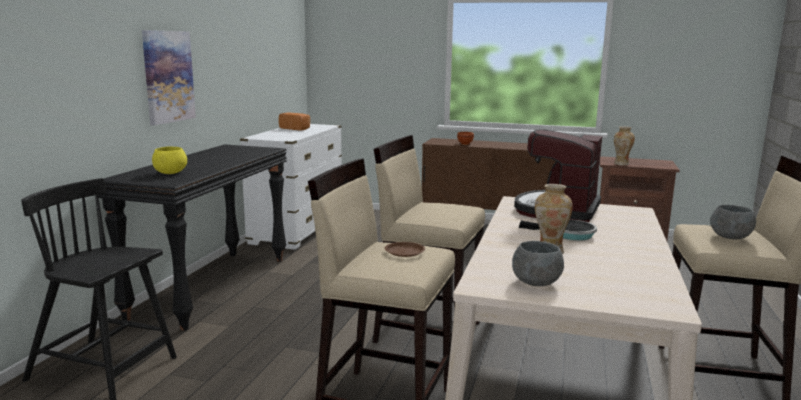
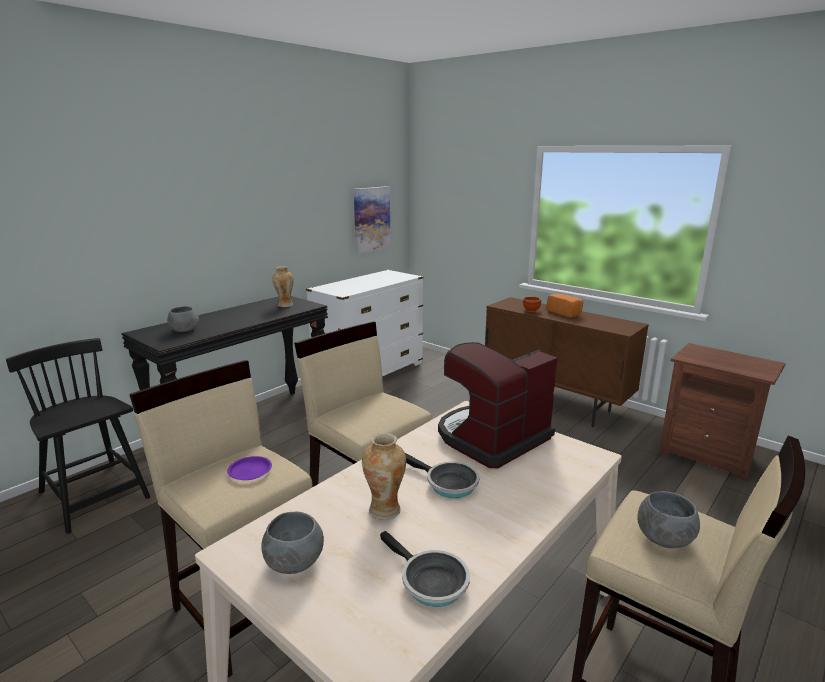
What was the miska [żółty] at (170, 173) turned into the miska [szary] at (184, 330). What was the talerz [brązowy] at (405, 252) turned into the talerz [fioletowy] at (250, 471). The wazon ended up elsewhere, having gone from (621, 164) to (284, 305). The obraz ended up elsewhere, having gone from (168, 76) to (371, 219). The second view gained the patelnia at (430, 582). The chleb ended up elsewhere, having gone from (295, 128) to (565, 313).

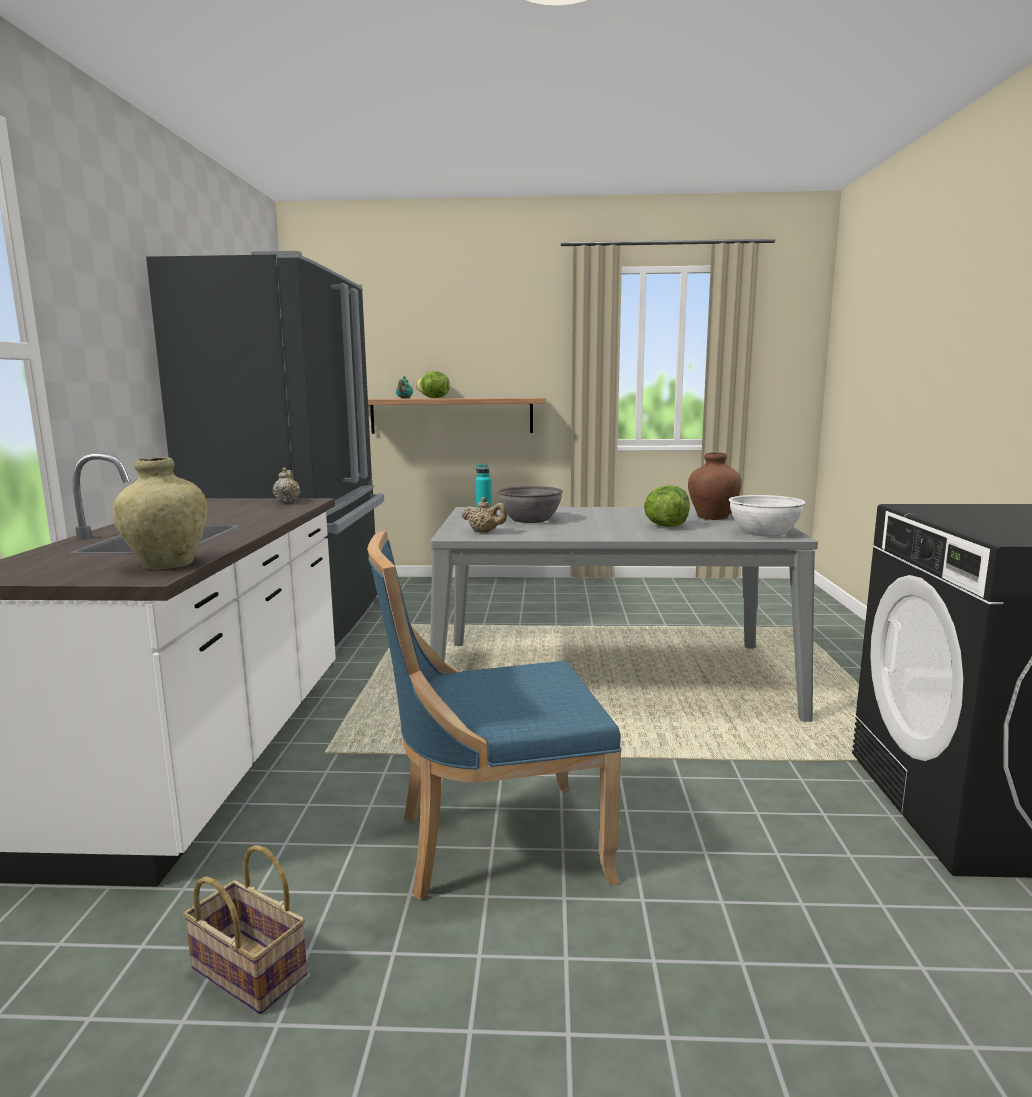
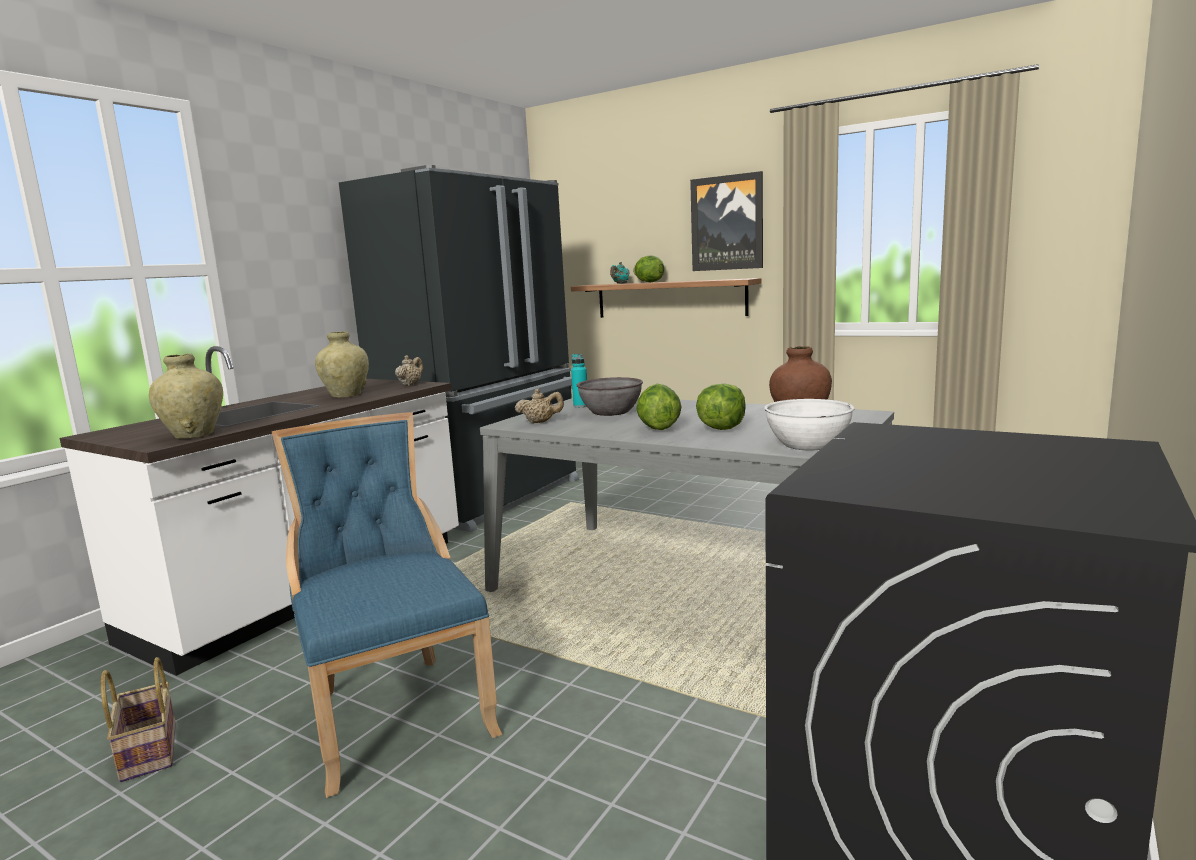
The krzesło [niebieski] at (493, 843) ended up facing another way, 45 degrees clockwise from before. The second view gained the wazon [beżowy] at (346, 395). The imbryk [beżowy] at (484, 532) ended up facing another way, 60 degrees counterclockwise from before. The second view gained the sałata at (658, 428). The second view gained the obraz at (727, 223).

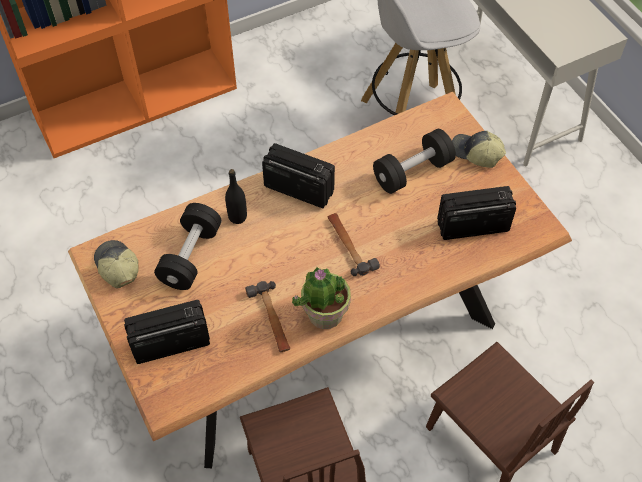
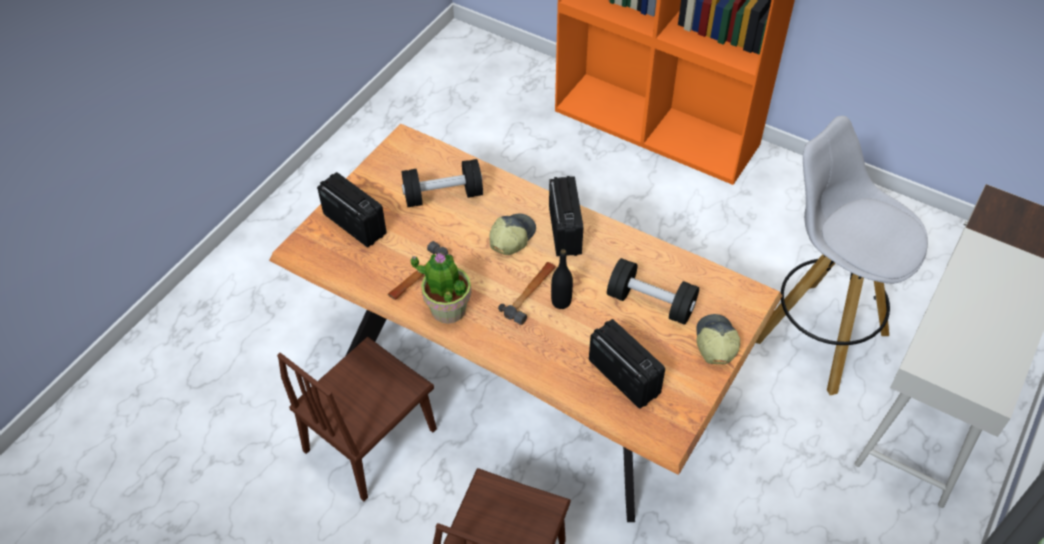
The czapka z daszkiem ended up elsewhere, having gone from (117, 267) to (511, 237). The butelka [czarny] ended up elsewhere, having gone from (237, 217) to (561, 302).

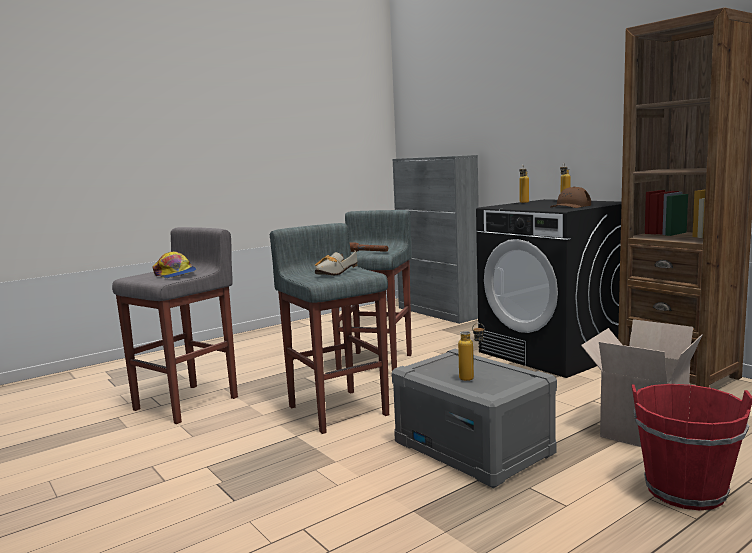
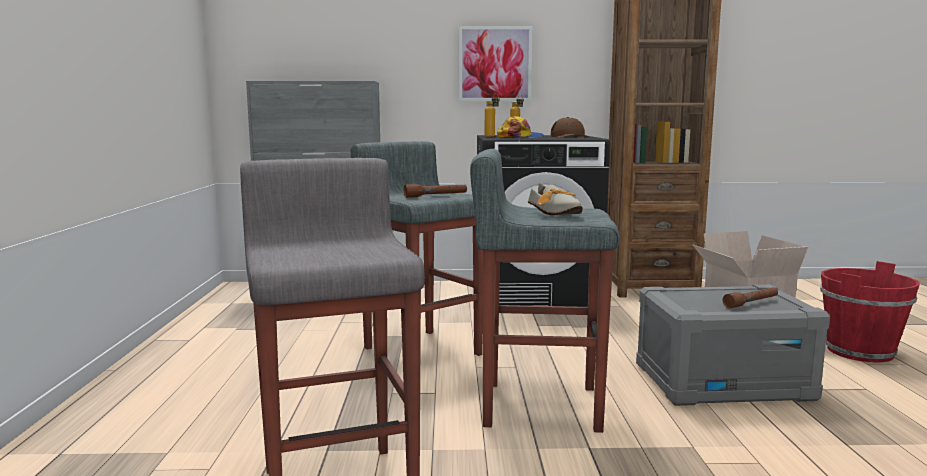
The second view gained the obraz at (495, 64). The czapka z daszkiem ended up elsewhere, having gone from (175, 274) to (520, 137). Where the butelka stood at (472, 379), the latarka [brązowy] came to stand at (751, 303).

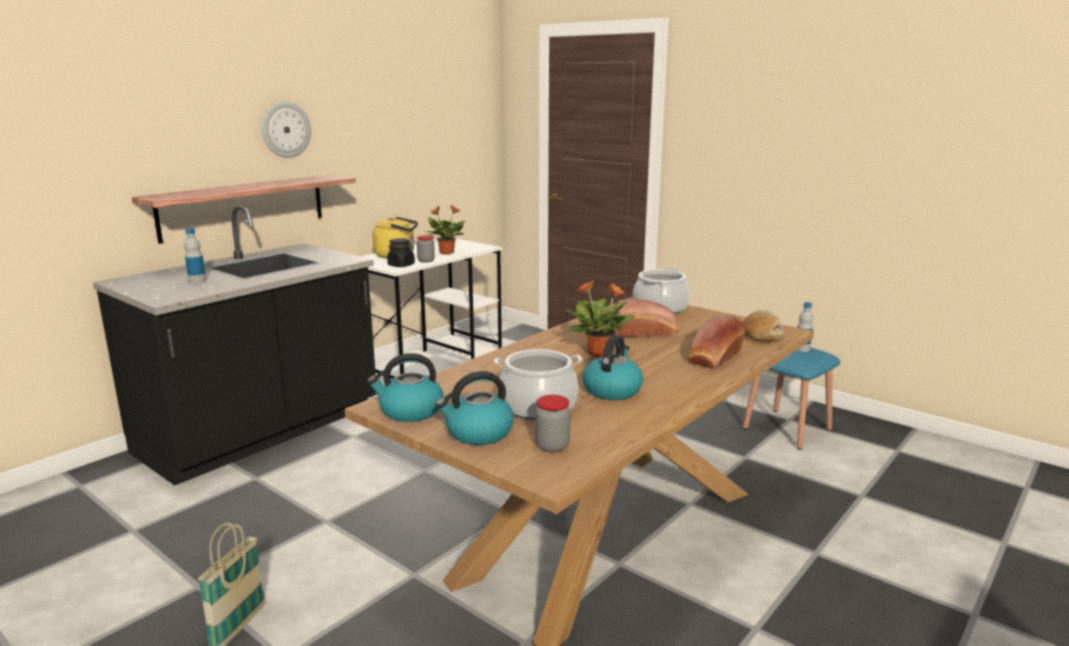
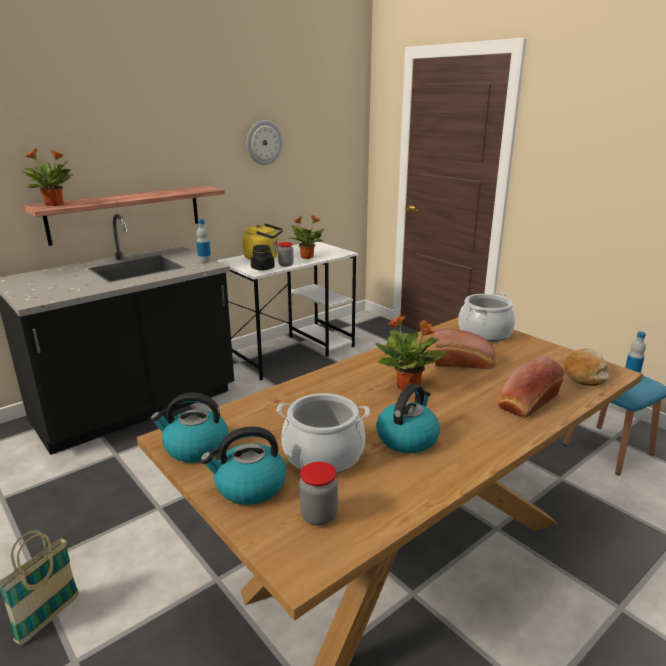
The second view gained the roślina doniczkowa at (55, 204). The butelka ended up elsewhere, having gone from (197, 281) to (204, 261). The zegar ścienny ended up elsewhere, having gone from (285, 130) to (264, 142).

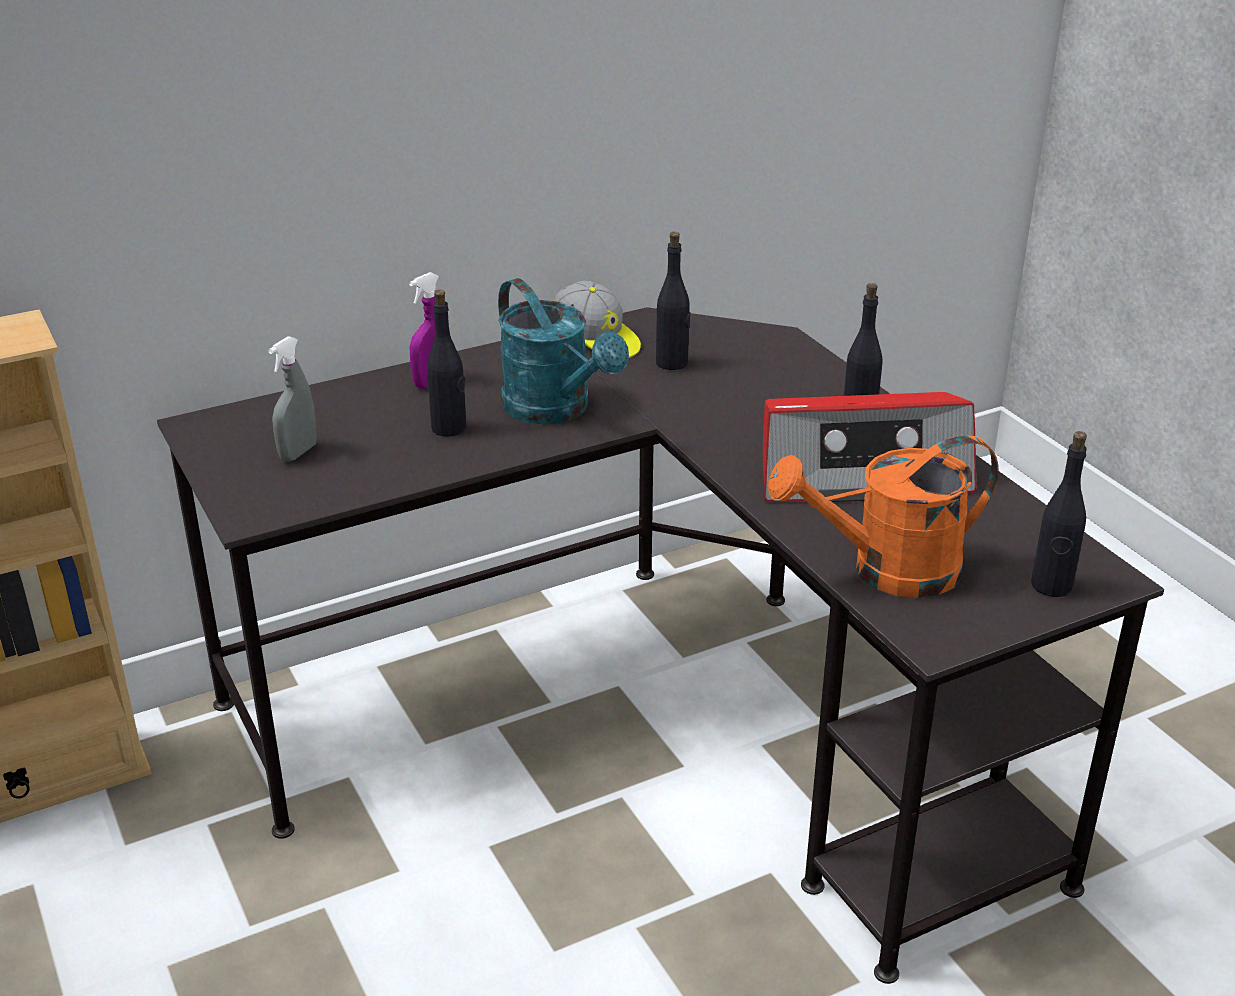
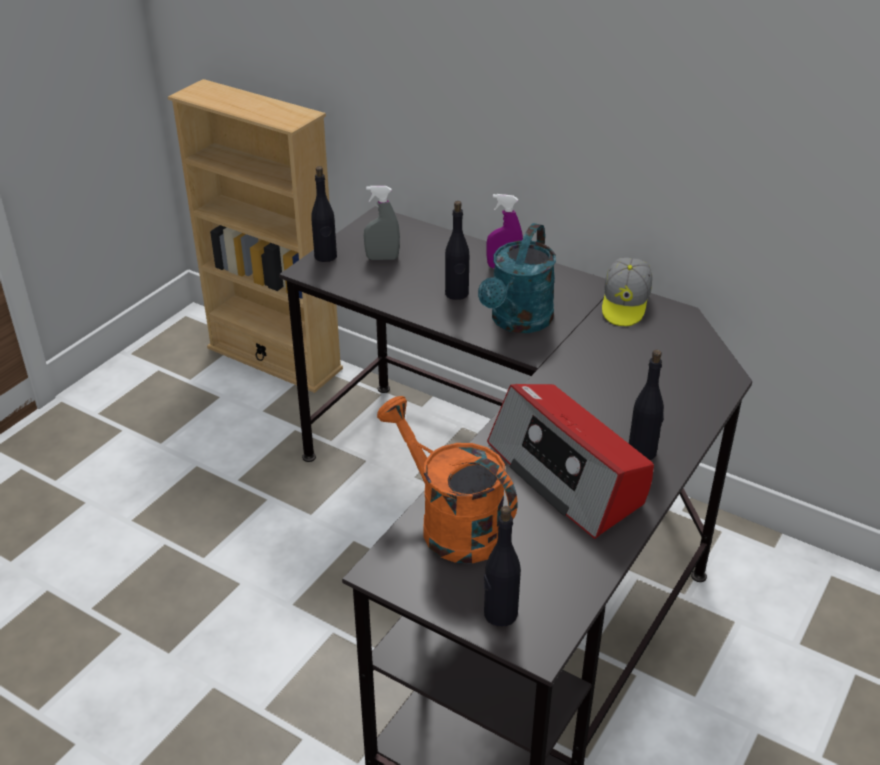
The butelka [czarny] ended up elsewhere, having gone from (672, 363) to (325, 256).

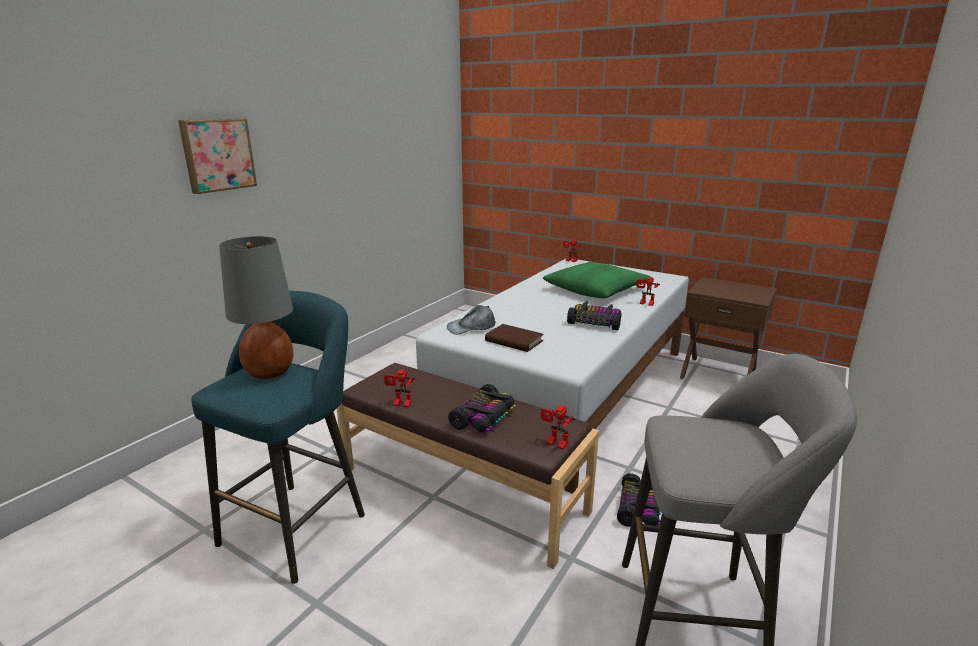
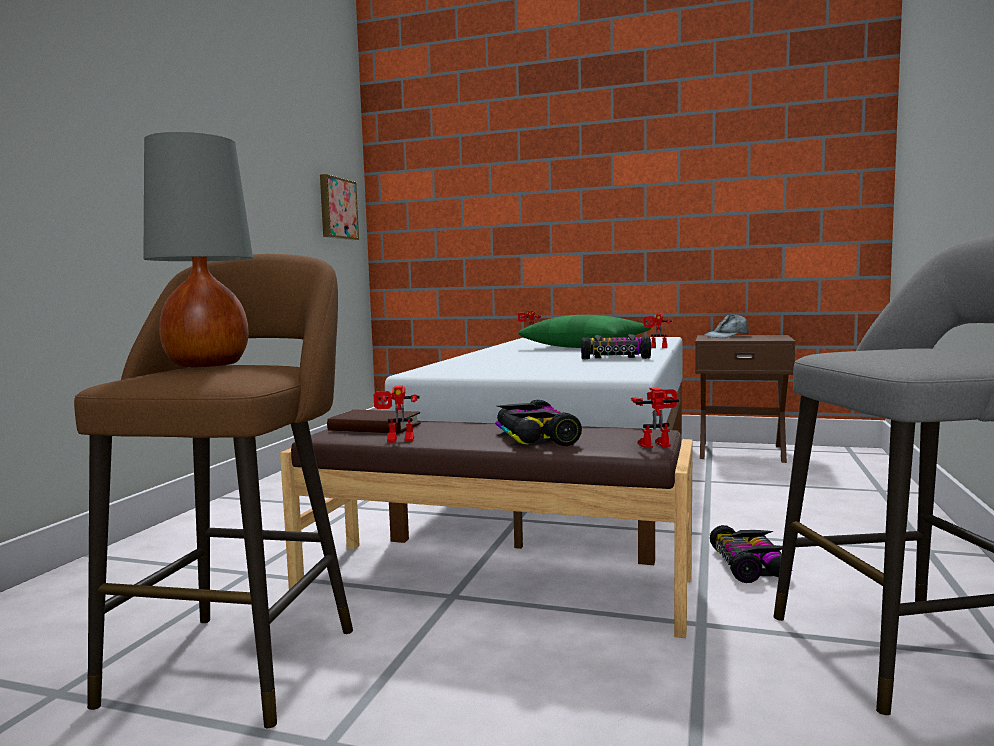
What was the stołek [turkusowy] at (299, 524) turned into the stołek [brązowy] at (241, 658). The obraz ended up elsewhere, having gone from (217, 155) to (337, 208). The książka [brązowy] ended up elsewhere, having gone from (514, 341) to (374, 427). The samochodzik at (484, 418) ended up facing another way, 150 degrees clockwise from before. The robot zabawkowy at (554, 444) ended up facing another way, 150 degrees clockwise from before. The czapka z daszkiem [szary] ended up elsewhere, having gone from (471, 327) to (727, 336).

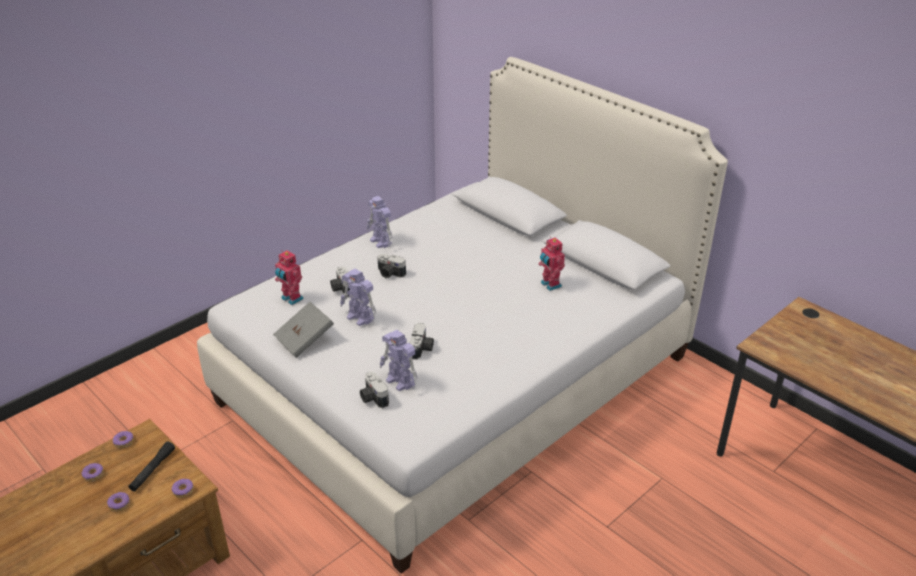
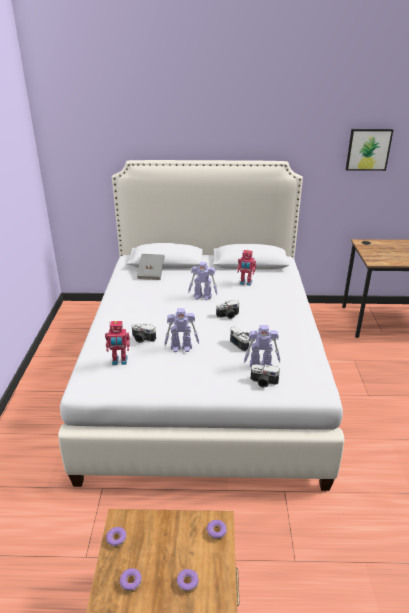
The książka [szary] ended up elsewhere, having gone from (305, 340) to (151, 273). The robot zabawkowy ended up elsewhere, having gone from (381, 242) to (203, 296). The aparat fotograficzny ended up elsewhere, having gone from (389, 274) to (228, 316). The second view gained the obraz at (368, 149). The second view lost the latarka [czarny] at (152, 470).

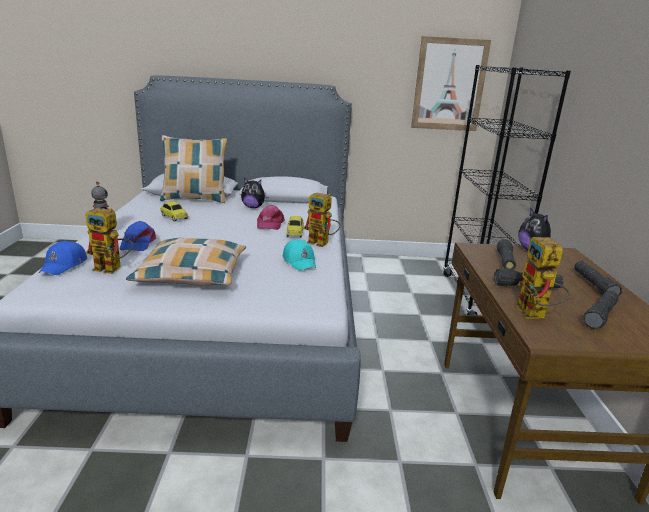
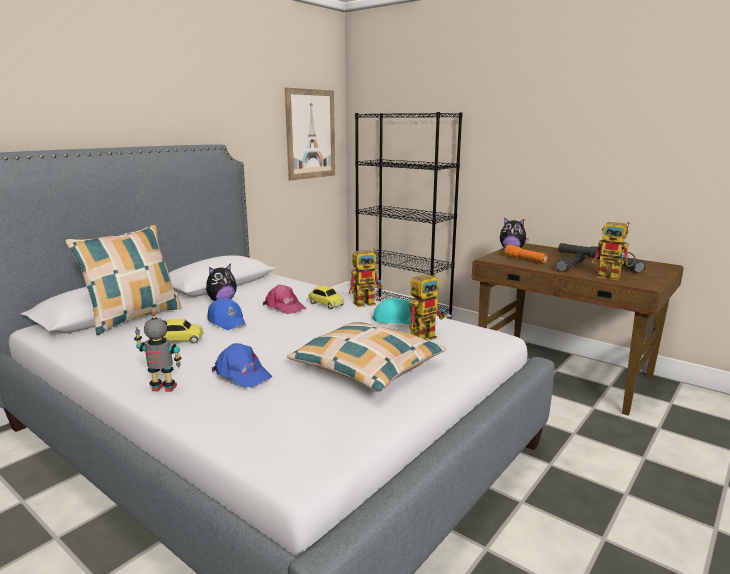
The czapka z daszkiem [niebieski] ended up elsewhere, having gone from (64, 265) to (227, 321). The robot zabawkowy ended up elsewhere, having gone from (113, 269) to (425, 335). What was the latarka [czarny] at (505, 262) turned into the latarka [pomarańczowy] at (525, 260).

